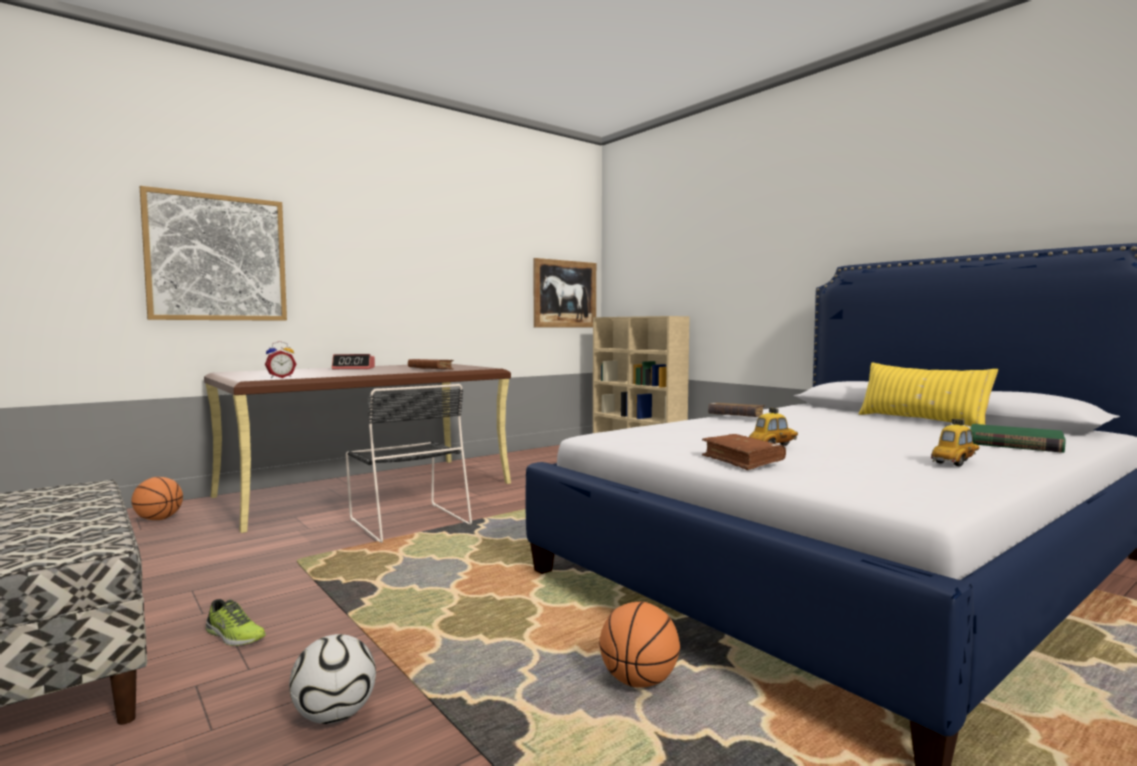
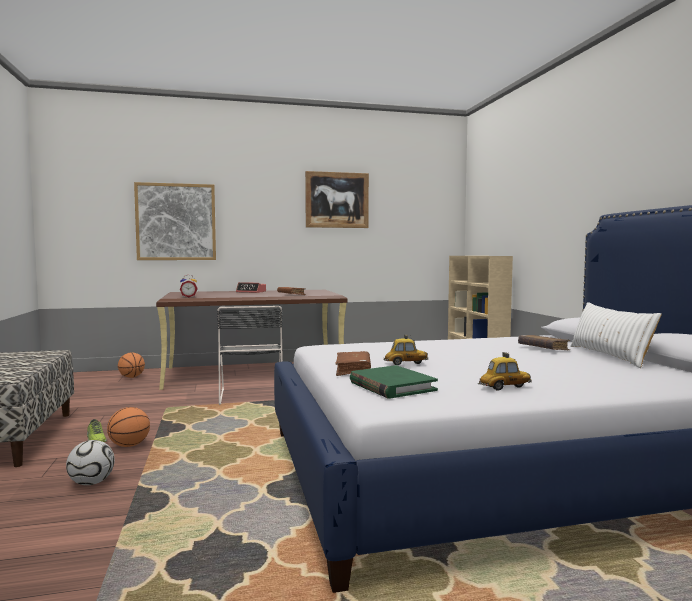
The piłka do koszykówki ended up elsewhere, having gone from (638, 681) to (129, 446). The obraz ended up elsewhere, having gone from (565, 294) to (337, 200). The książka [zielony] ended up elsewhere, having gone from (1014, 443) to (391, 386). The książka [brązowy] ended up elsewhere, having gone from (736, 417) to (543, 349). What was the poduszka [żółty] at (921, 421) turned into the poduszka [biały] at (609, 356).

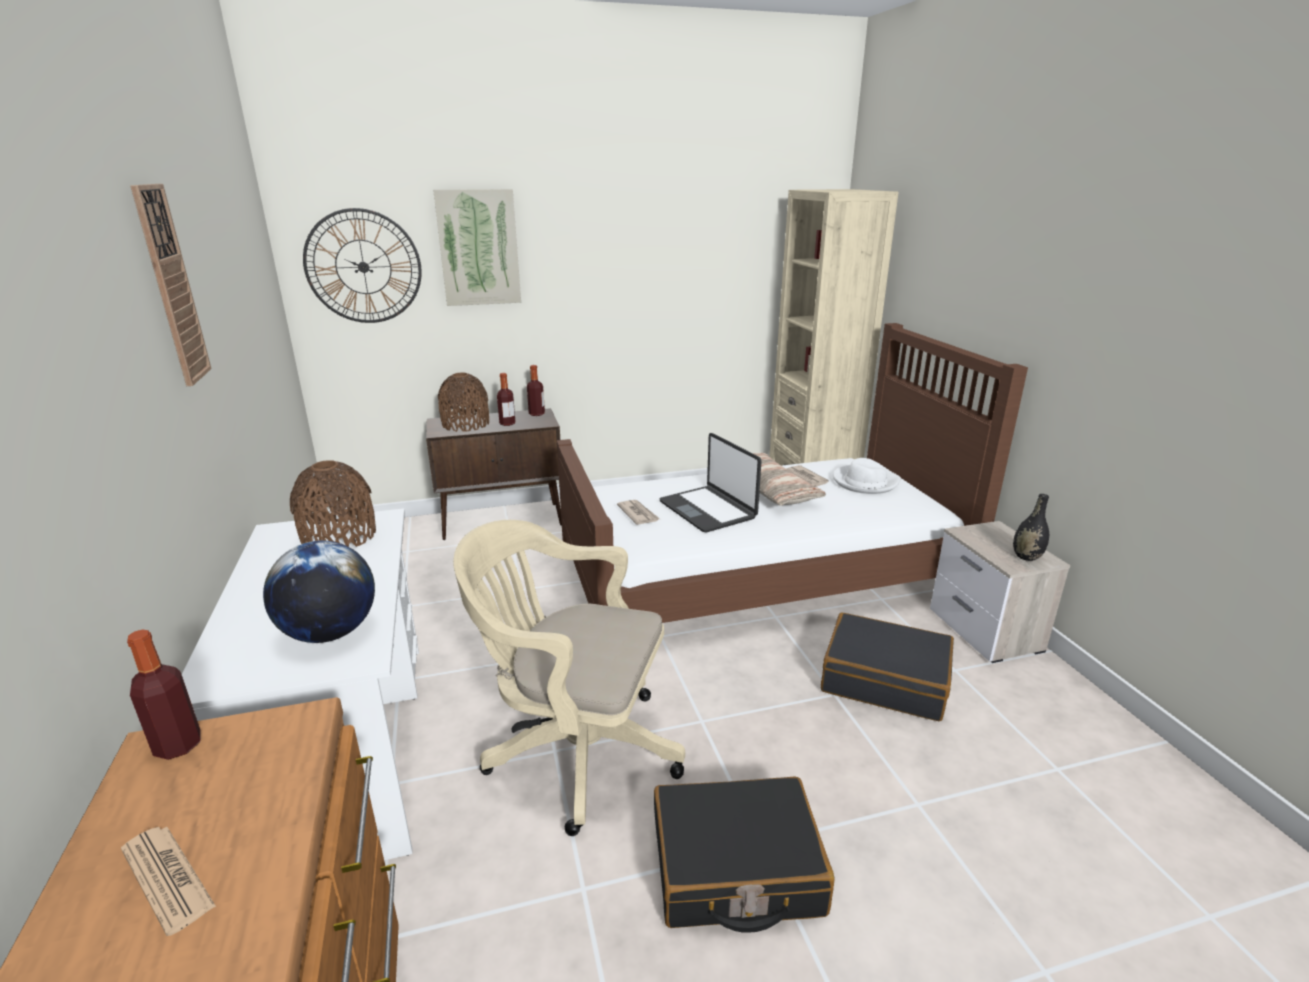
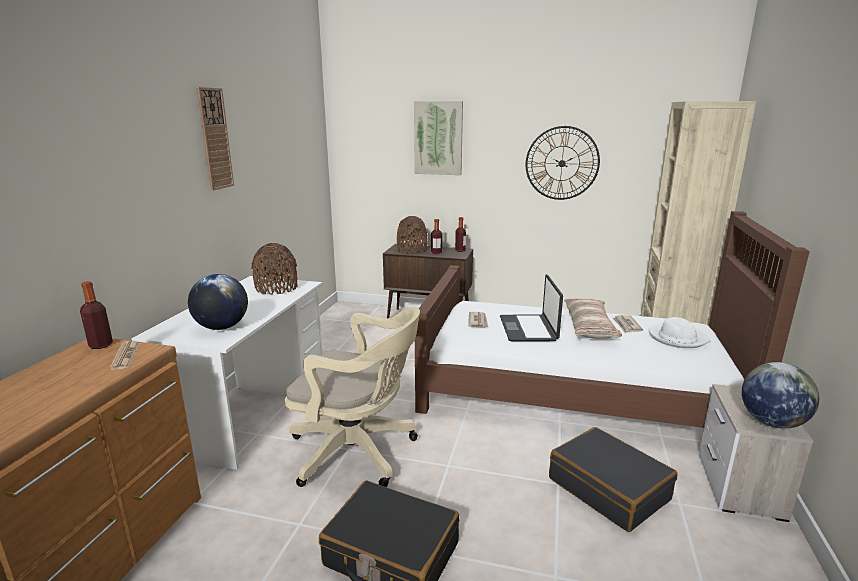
The gazeta ended up elsewhere, having gone from (167, 878) to (126, 356). The krzesło biurowe [beżowy] at (574, 749) ended up facing another way, 150 degrees clockwise from before. The zegar ścienny ended up elsewhere, having gone from (363, 267) to (562, 163). Where the wazon [czarny] stood at (1026, 557), the globus came to stand at (771, 422).

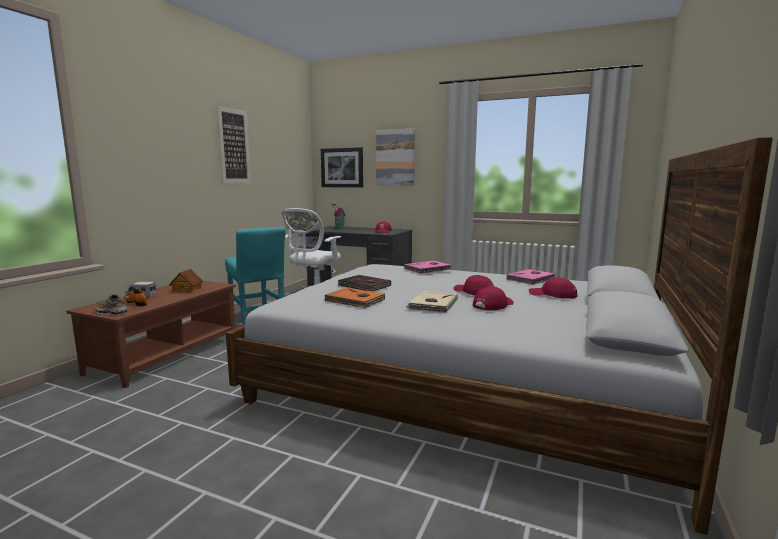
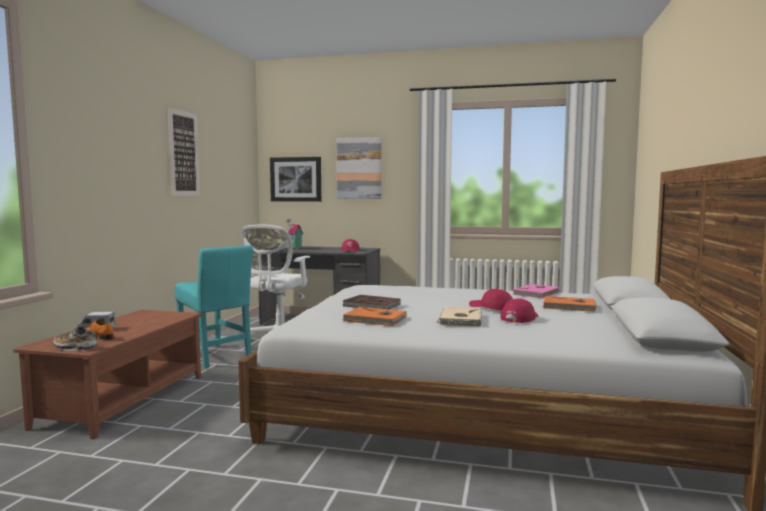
Where the czapka z daszkiem [czerwony] stood at (552, 295), the książka [pomarańczowy] came to stand at (569, 307). The second view lost the domek at (187, 289). The second view lost the książka [różowy] at (428, 269).

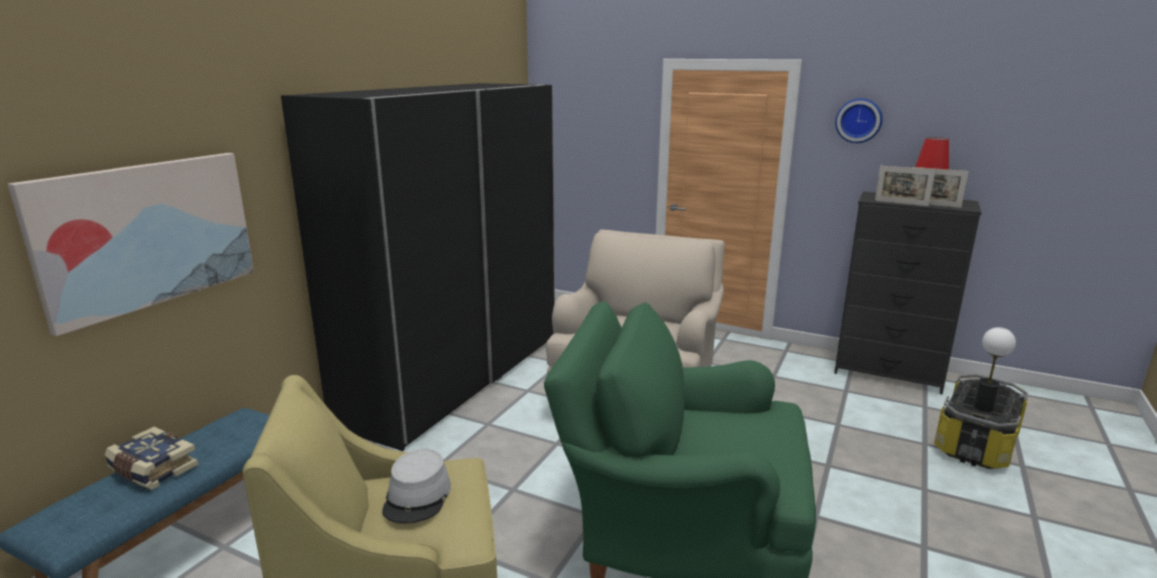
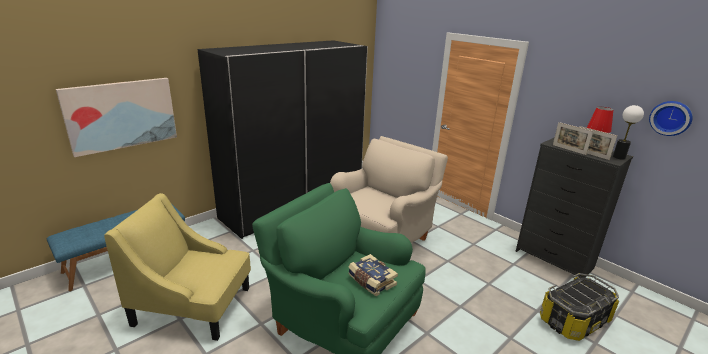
The książka ended up elsewhere, having gone from (152, 470) to (371, 281). The lampa stołowa ended up elsewhere, having gone from (983, 407) to (619, 157). The zegar ścienny ended up elsewhere, having gone from (858, 120) to (671, 118). The second view lost the kapelusz [szary] at (417, 497).

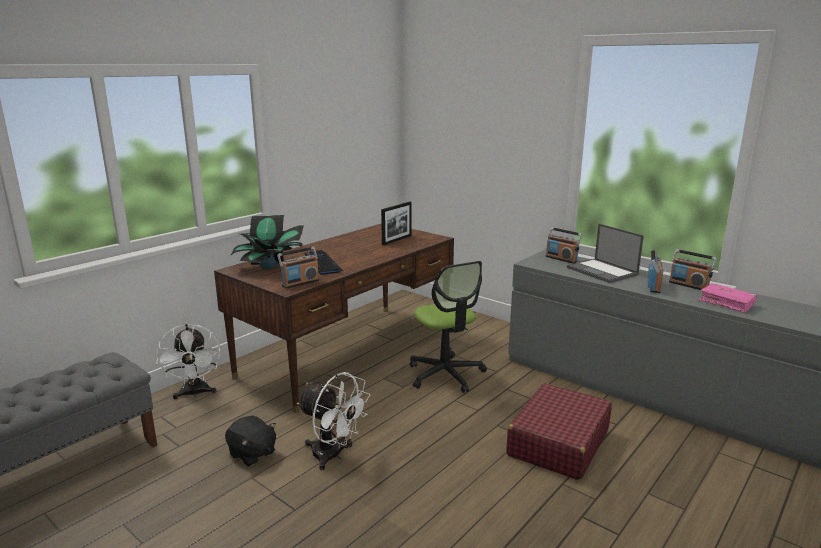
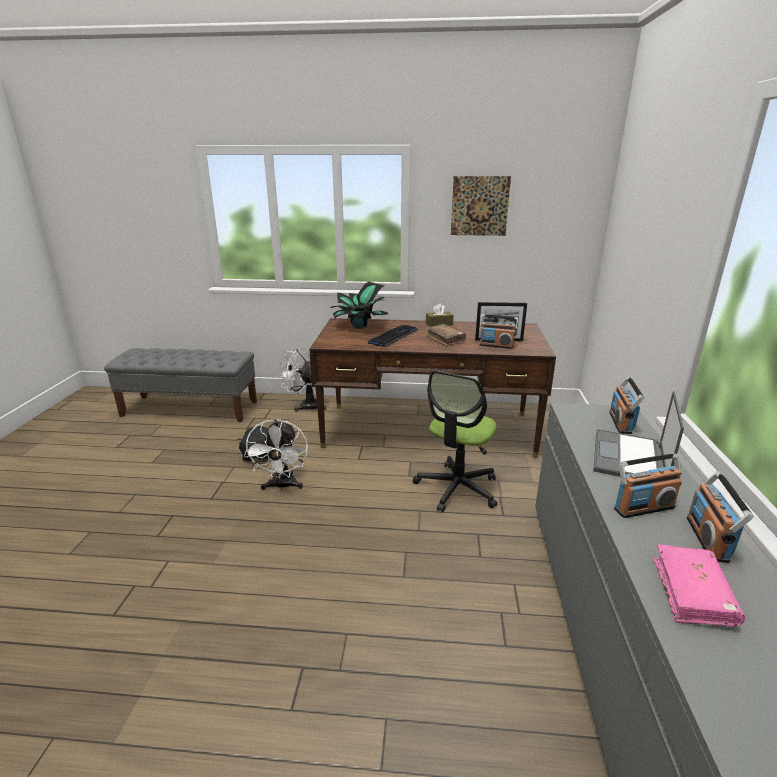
The wentylator [biały] at (195, 393) ended up facing another way, 75 degrees clockwise from before. The second view gained the pudełko chusteczek [brązowy] at (439, 324). The second view gained the książka [brązowy] at (445, 339). The second view gained the obraz at (480, 206). The radio ended up elsewhere, having gone from (300, 283) to (496, 345). The second view lost the walizka [czerwony] at (558, 443).

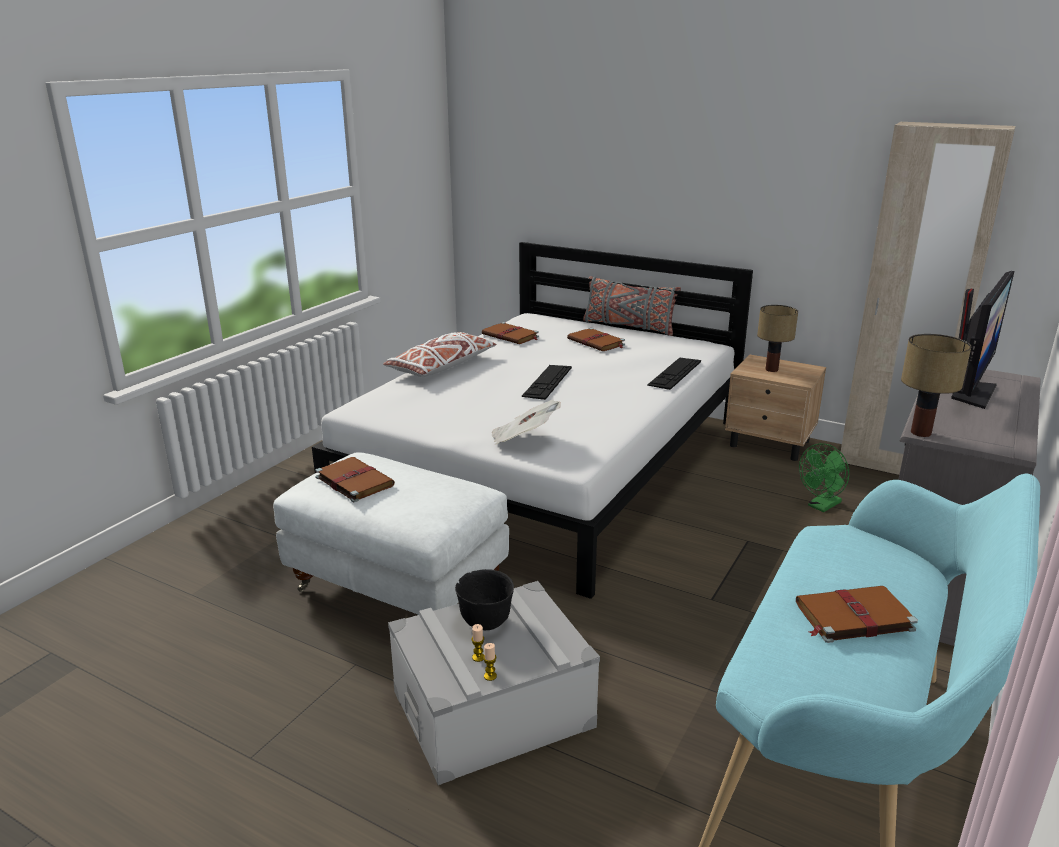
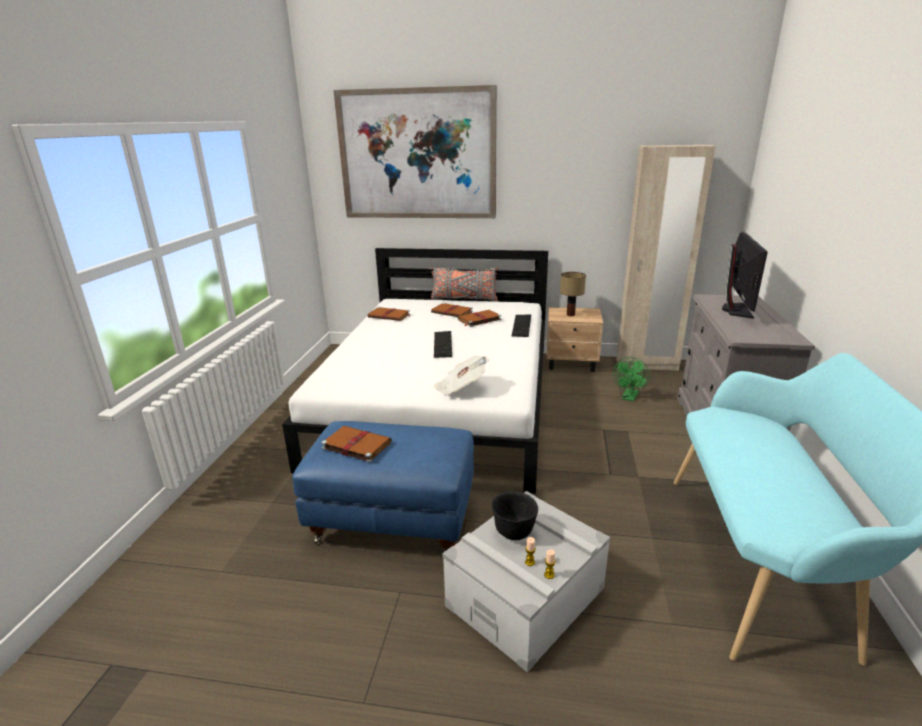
What was the pufa [biały] at (398, 587) turned into the pufa [niebieski] at (394, 520). The second view gained the obraz at (418, 155). The książka [brązowy] ended up elsewhere, having gone from (852, 617) to (478, 320). The second view lost the poduszka [biały] at (441, 366). The second view lost the lampa stołowa at (921, 433).

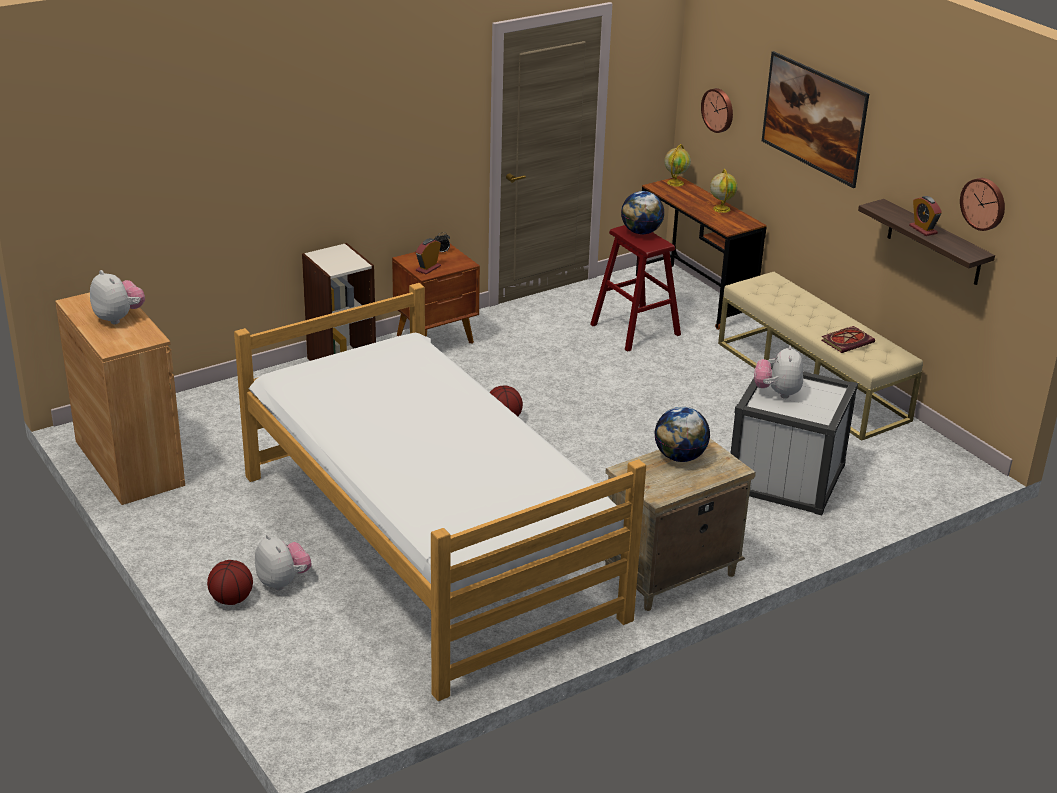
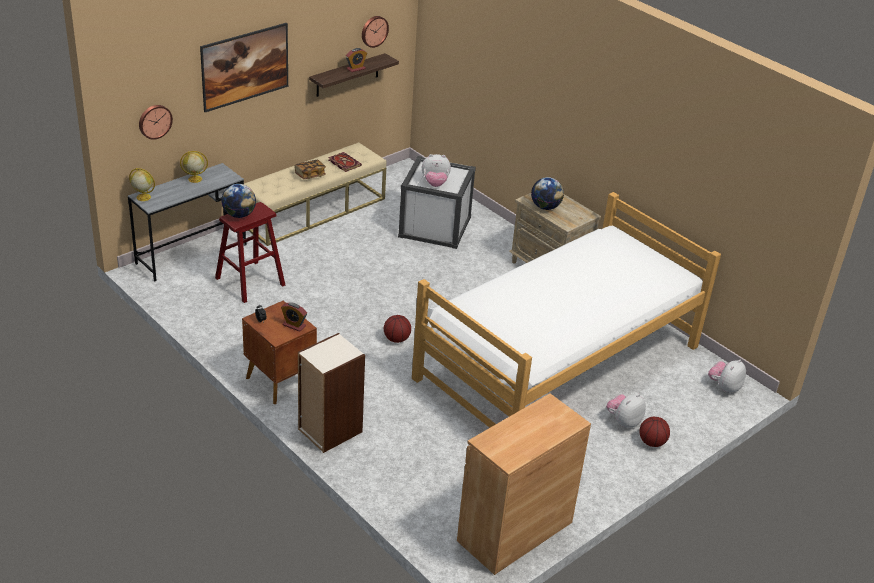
What was the biurko [brązowy] at (694, 296) turned into the biurko [szary] at (191, 254). The second view gained the książka at (310, 175). The pluszak ended up elsewhere, having gone from (118, 318) to (724, 387).

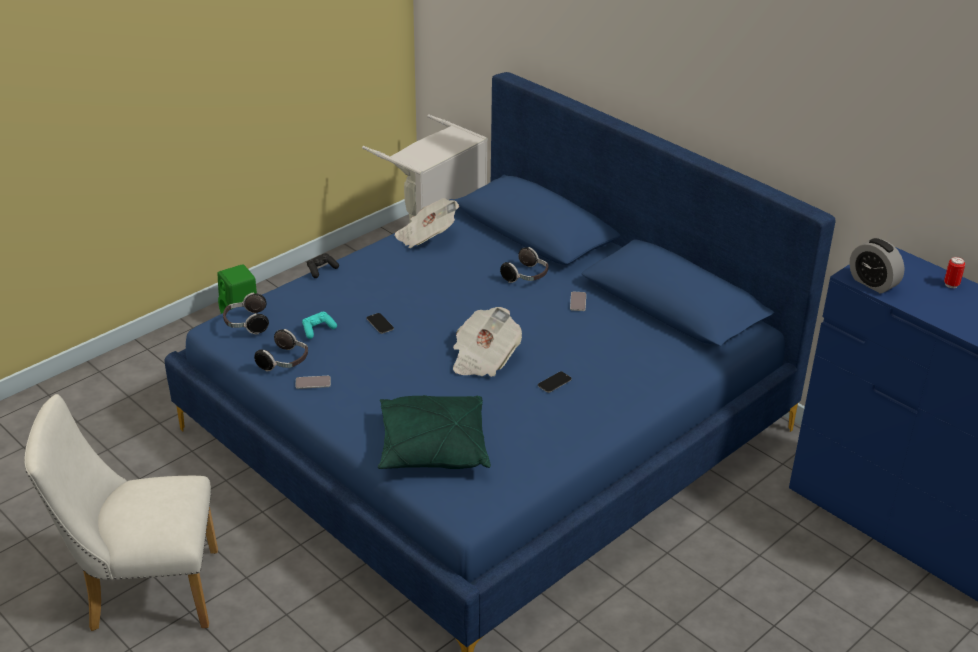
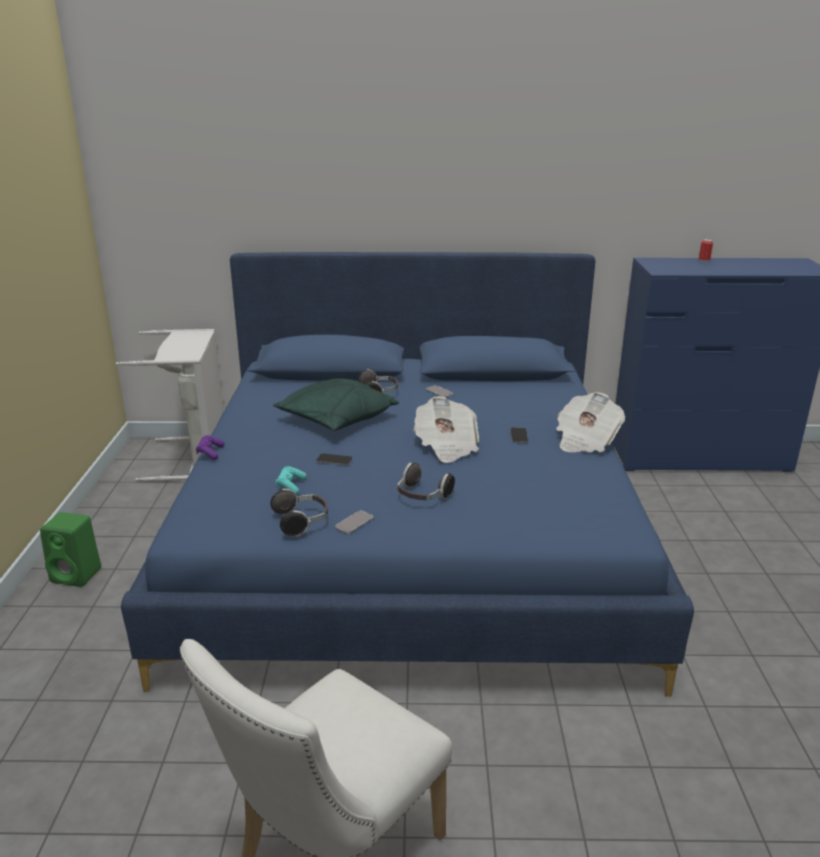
What was the pad do gier [czarny] at (321, 270) turned into the pad do gier [fioletowy] at (210, 453). The poduszka [zielony] ended up elsewhere, having gone from (433, 448) to (336, 420). The słuchawki ended up elsewhere, having gone from (246, 324) to (422, 496). The gazeta ended up elsewhere, having gone from (426, 237) to (585, 440). The second view lost the budzik at (872, 283).

